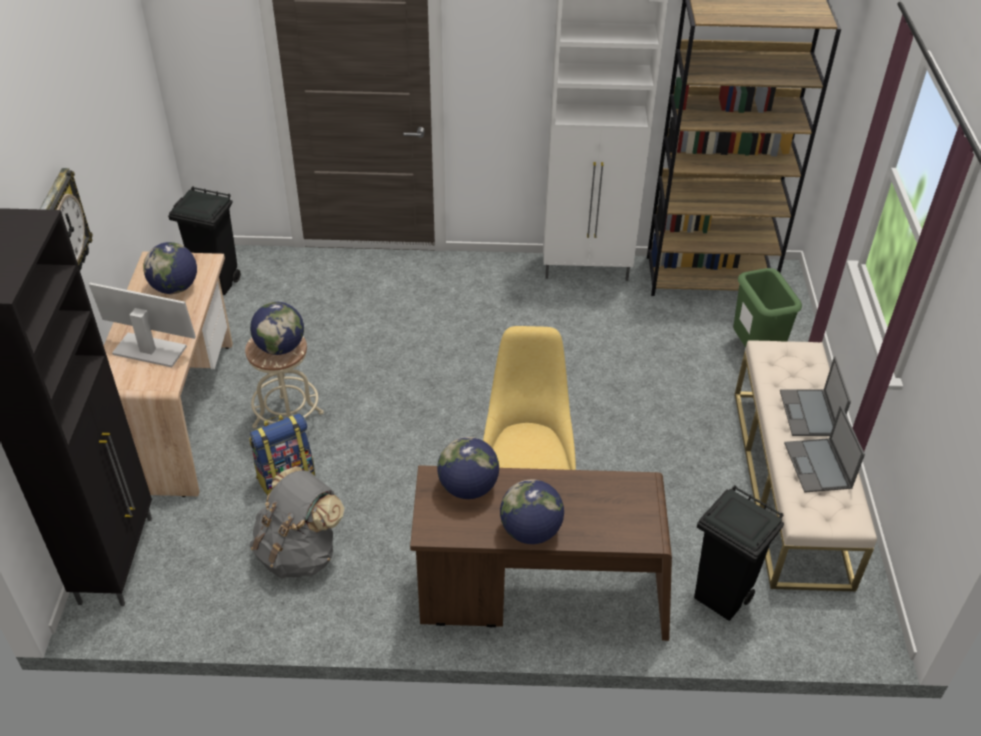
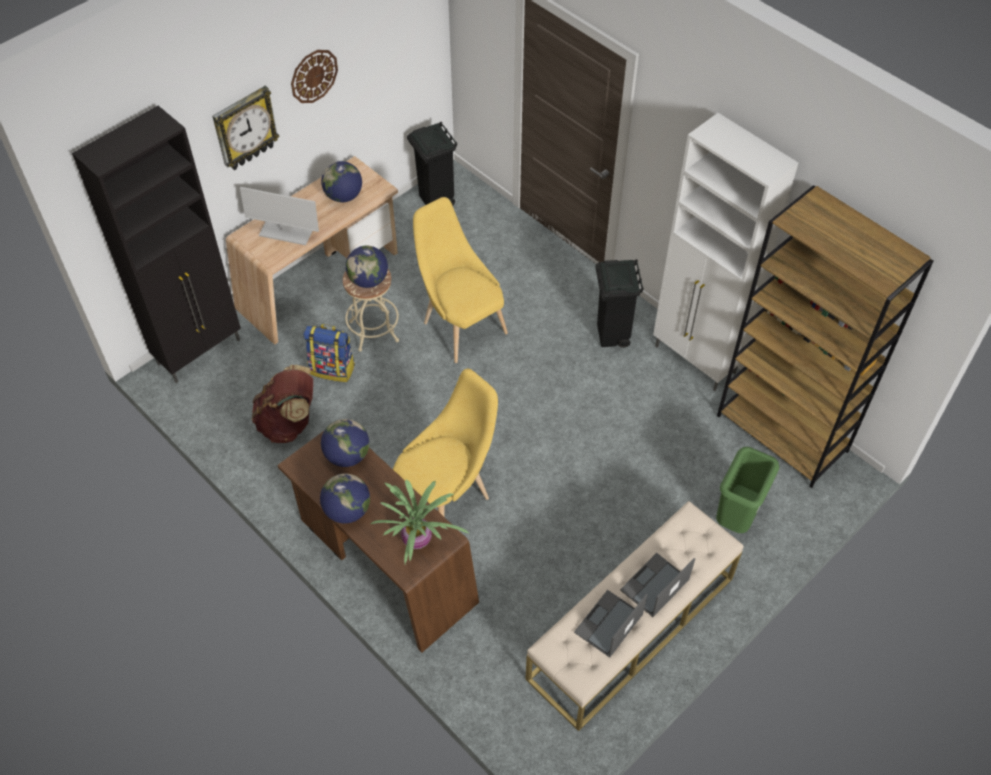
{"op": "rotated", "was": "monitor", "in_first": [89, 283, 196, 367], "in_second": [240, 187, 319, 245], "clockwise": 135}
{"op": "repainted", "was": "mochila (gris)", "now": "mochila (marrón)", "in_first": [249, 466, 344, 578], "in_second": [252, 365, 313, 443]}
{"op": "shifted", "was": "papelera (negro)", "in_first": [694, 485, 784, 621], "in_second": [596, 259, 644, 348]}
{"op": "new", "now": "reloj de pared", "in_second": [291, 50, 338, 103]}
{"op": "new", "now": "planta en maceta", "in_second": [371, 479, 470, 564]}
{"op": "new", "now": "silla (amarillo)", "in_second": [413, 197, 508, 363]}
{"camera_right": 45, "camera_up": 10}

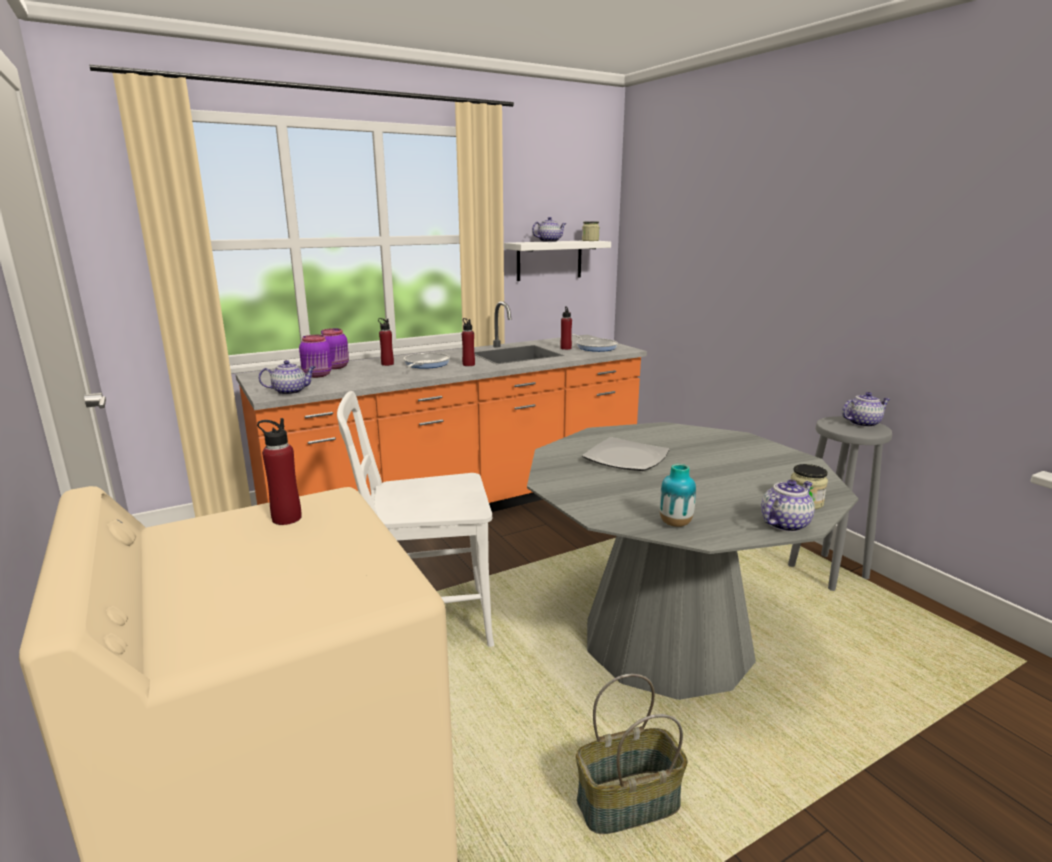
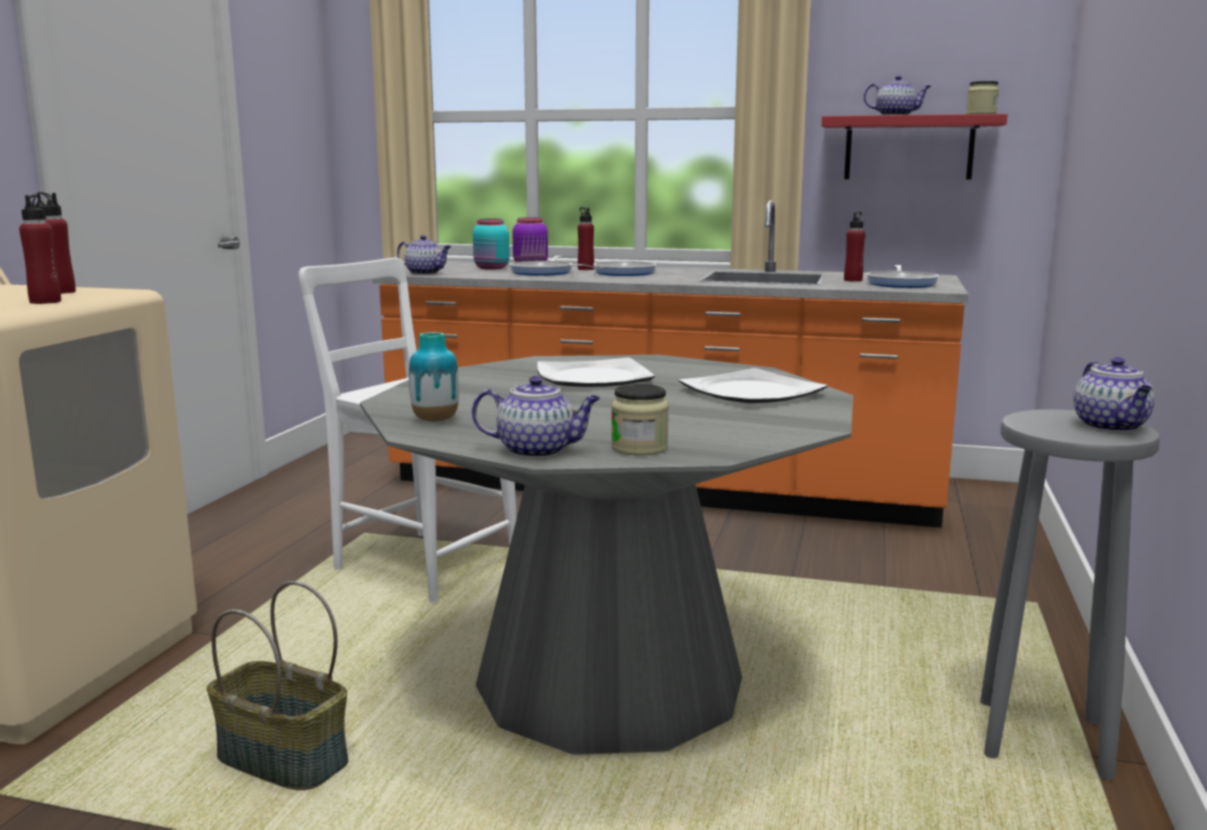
{"op": "repainted", "was": "tarro (morado)", "now": "tarro (turquesa)", "in_first": [299, 335, 332, 378], "in_second": [473, 219, 510, 270]}
{"op": "shifted", "was": "botella (rojo)", "in_first": [462, 318, 475, 366], "in_second": [19, 194, 61, 304]}
{"op": "repainted", "was": "estante (blanco)", "now": "estante (rojo)", "in_first": [504, 241, 611, 281], "in_second": [821, 114, 1008, 180]}
{"op": "rotated", "was": "tetera", "in_first": [842, 392, 890, 427], "in_second": [1074, 357, 1154, 432], "clockwise": 60}
{"op": "new", "now": "sartén", "in_second": [510, 256, 572, 276]}
{"op": "new", "now": "plato", "in_second": [679, 368, 828, 403]}
{"camera_right": 45, "camera_up": -5}

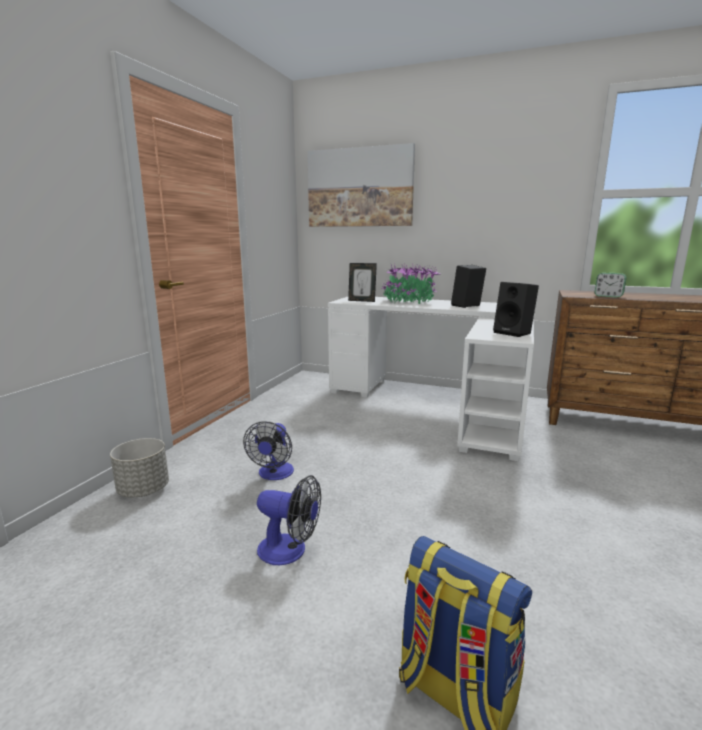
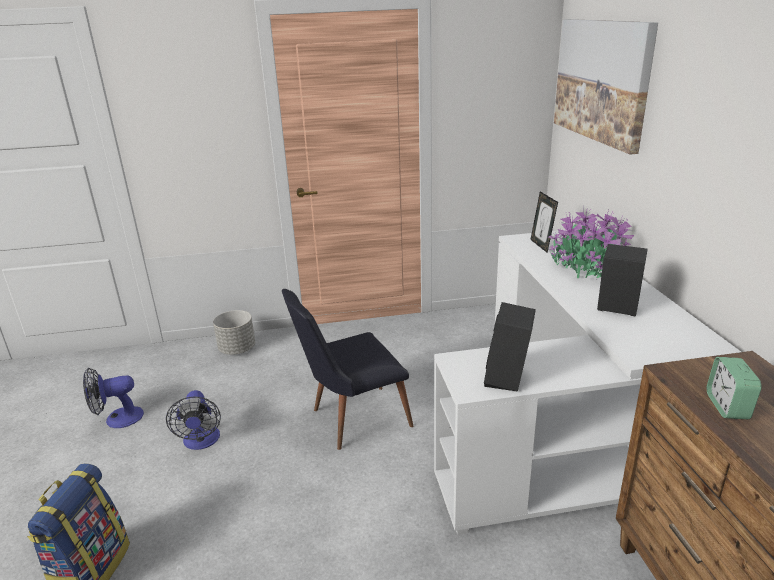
{"op": "shifted", "was": "ventilador", "in_first": [243, 421, 294, 480], "in_second": [83, 368, 144, 428]}
{"op": "new", "now": "silla (negro)", "in_second": [282, 289, 413, 450]}
{"camera_right": 60, "camera_up": 10}

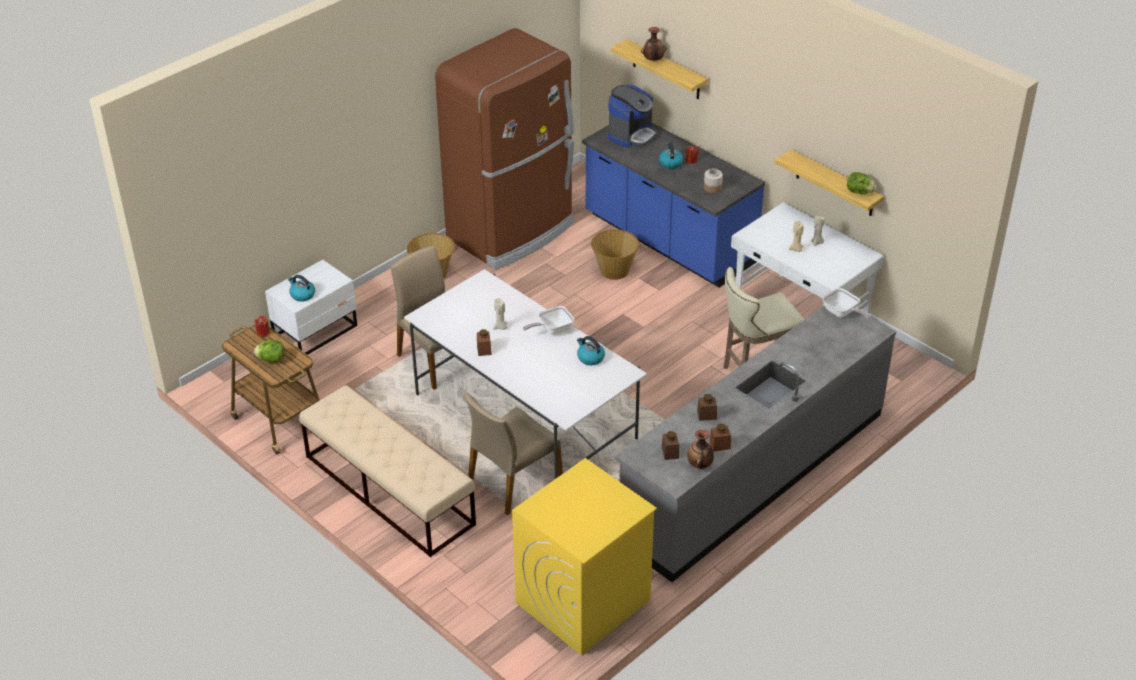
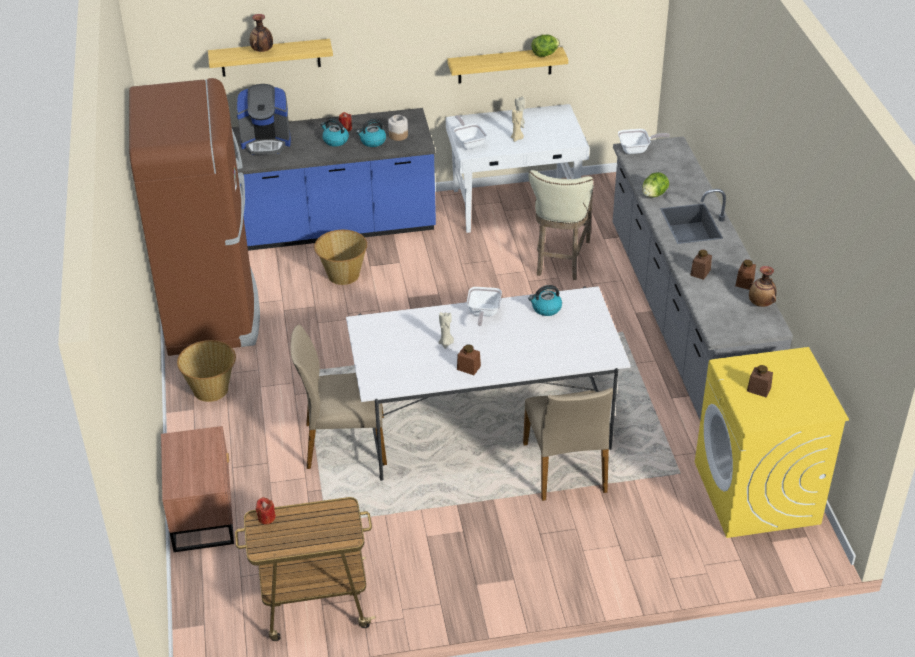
{"op": "shifted", "was": "lechuga", "in_first": [254, 340, 285, 363], "in_second": [642, 172, 669, 197]}
{"op": "repainted", "was": "mesita de noche (blanco)", "now": "mesita de noche (marrón)", "in_first": [265, 260, 357, 355], "in_second": [161, 426, 234, 552]}
{"op": "shifted", "was": "hervidor", "in_first": [288, 275, 315, 302], "in_second": [356, 119, 386, 147]}
{"op": "gone", "was": "banco (beis)", "in_first": [299, 385, 476, 557]}
{"op": "rotated", "was": "cafetera", "in_first": [608, 85, 657, 148], "in_second": [236, 84, 291, 155], "clockwise": 105}
{"op": "shifted", "was": "tarro (marrón)", "in_first": [662, 431, 679, 460], "in_second": [747, 365, 773, 397]}
{"op": "new", "now": "sartén", "in_second": [453, 115, 487, 149]}
{"camera_right": -55, "camera_up": 0}

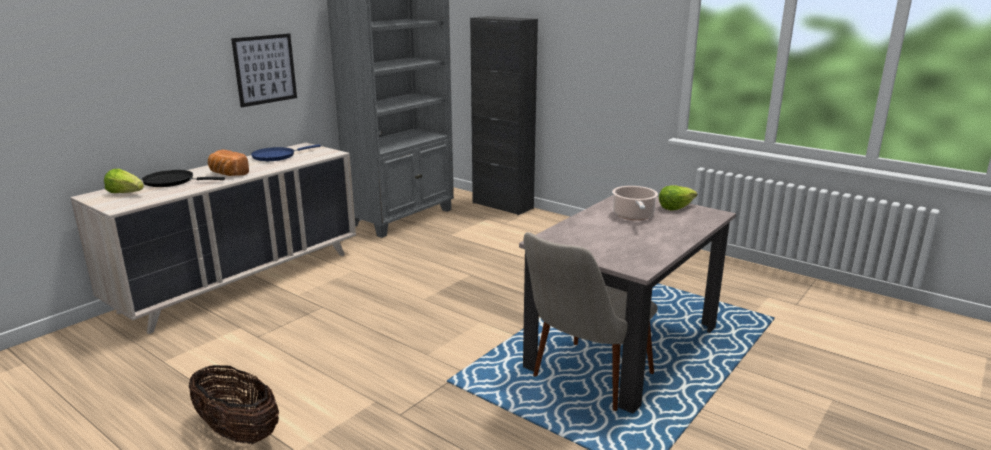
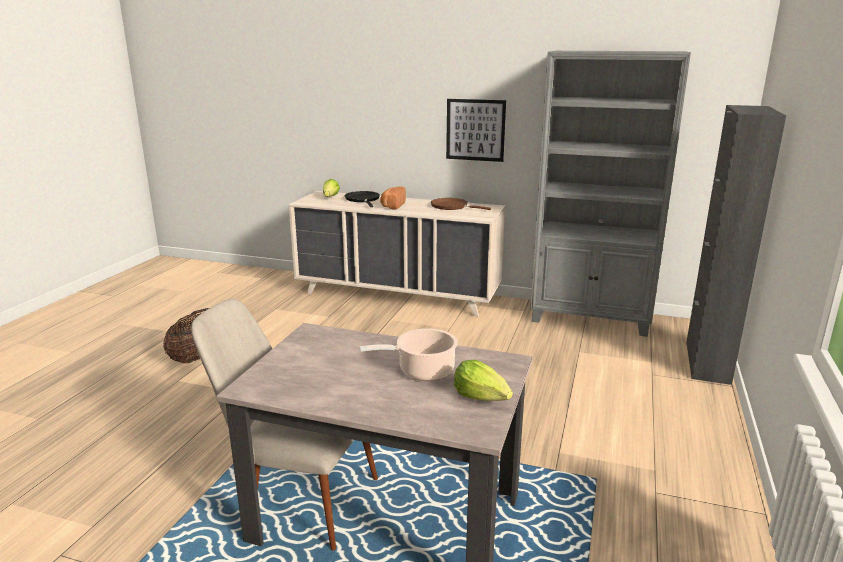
{"op": "repainted", "was": "sartén (azul)", "now": "sartén (marrón)", "in_first": [251, 144, 321, 161], "in_second": [431, 198, 491, 210]}
{"camera_right": 70, "camera_up": 0}

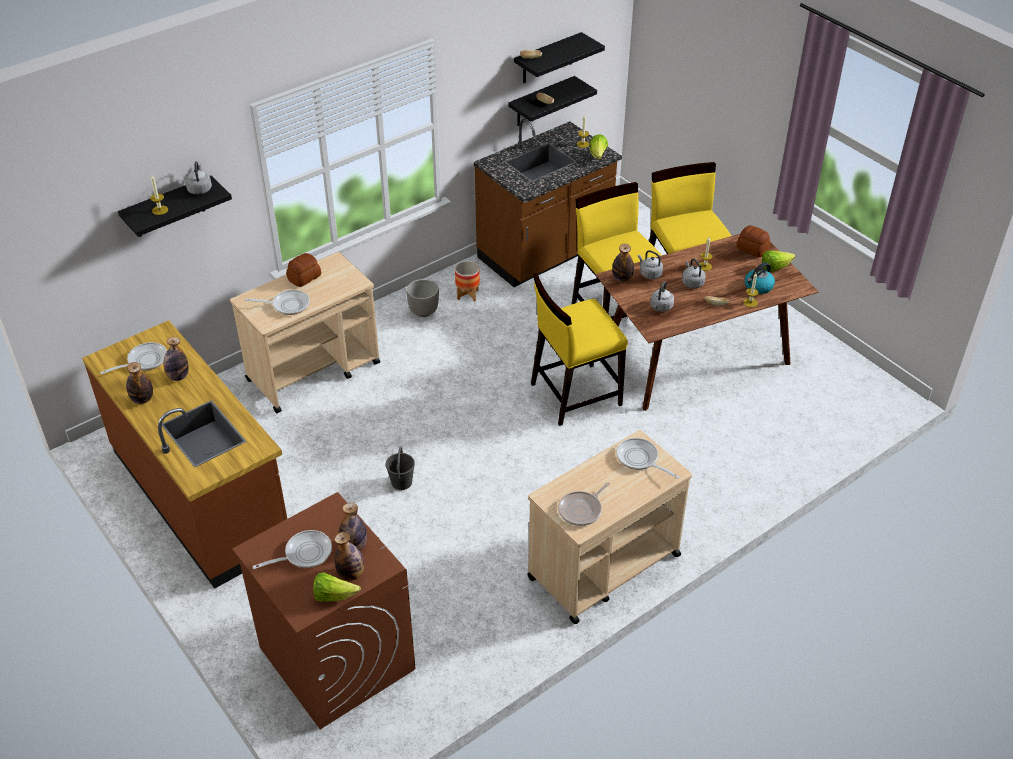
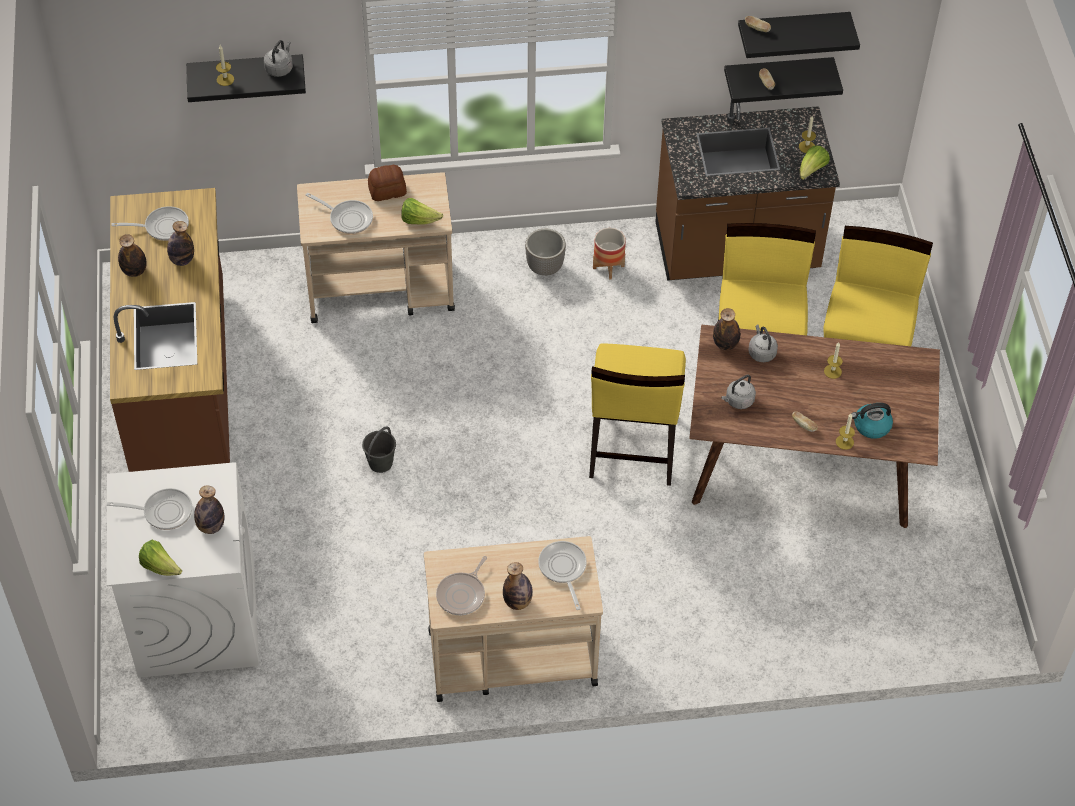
{"op": "repainted", "was": "lavadora (marrón)", "now": "lavadora (blanco)", "in_first": [232, 492, 415, 729], "in_second": [107, 462, 259, 678]}
{"op": "shifted", "was": "botella", "in_first": [334, 532, 364, 581], "in_second": [503, 562, 533, 610]}
{"op": "rotated", "was": "silla (amarillo)", "in_first": [531, 273, 628, 426], "in_second": [589, 343, 686, 486], "clockwise": -90}
{"op": "rotated", "was": "sartén", "in_first": [558, 483, 610, 526], "in_second": [436, 556, 487, 615], "clockwise": -45}
{"op": "gone", "was": "hervidor (gris)", "in_first": [682, 259, 706, 288]}
{"op": "gone", "was": "pan", "in_first": [737, 226, 770, 257]}
{"op": "shifted", "was": "lechuga", "in_first": [762, 251, 795, 272], "in_second": [402, 198, 443, 225]}
{"camera_right": 30, "camera_up": 10}

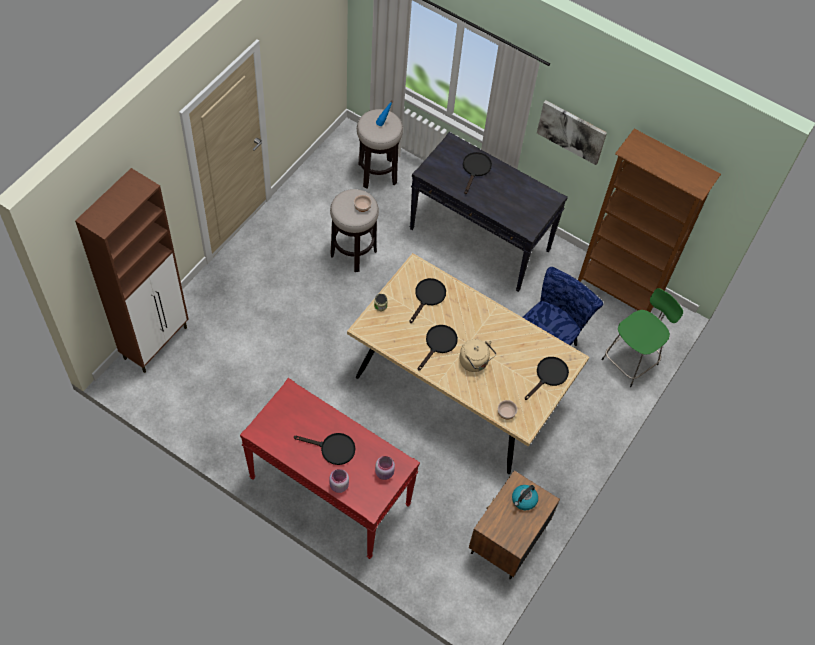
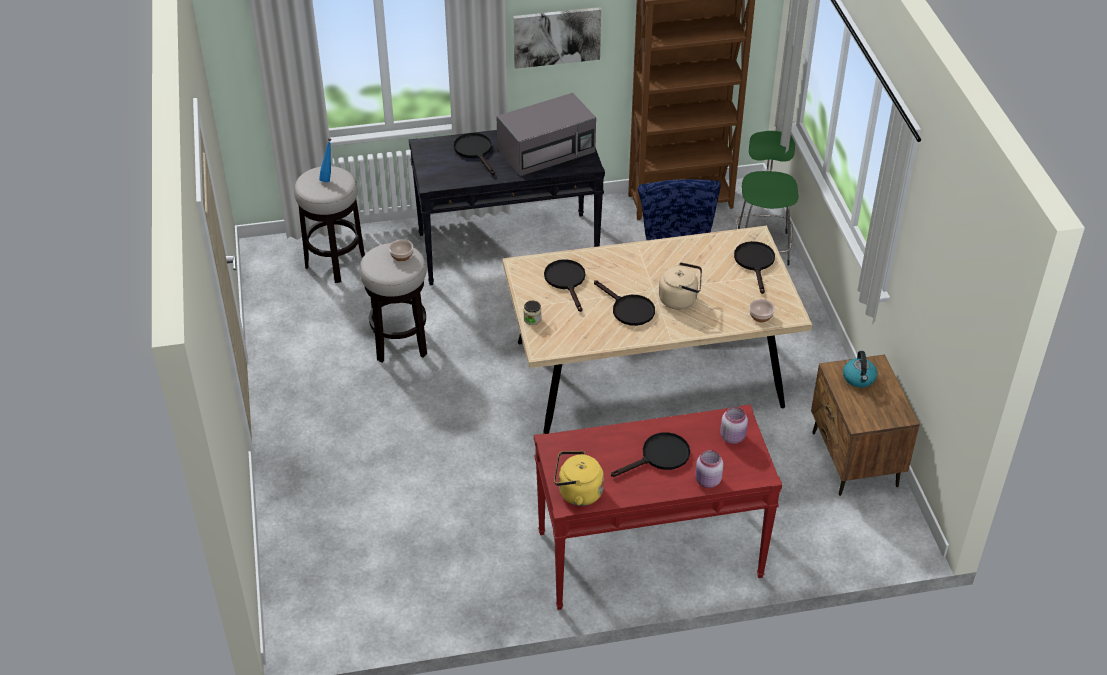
{"op": "gone", "was": "armario (marrón)", "in_first": [75, 168, 189, 373]}
{"op": "rotated", "was": "sartén (negro)", "in_first": [418, 325, 458, 371], "in_second": [594, 280, 655, 326], "clockwise": 150}
{"op": "new", "now": "microondas (gris)", "in_second": [496, 93, 596, 176]}
{"op": "new", "now": "hervidor (amarillo)", "in_second": [554, 451, 604, 506]}
{"camera_right": -40, "camera_up": -15}

